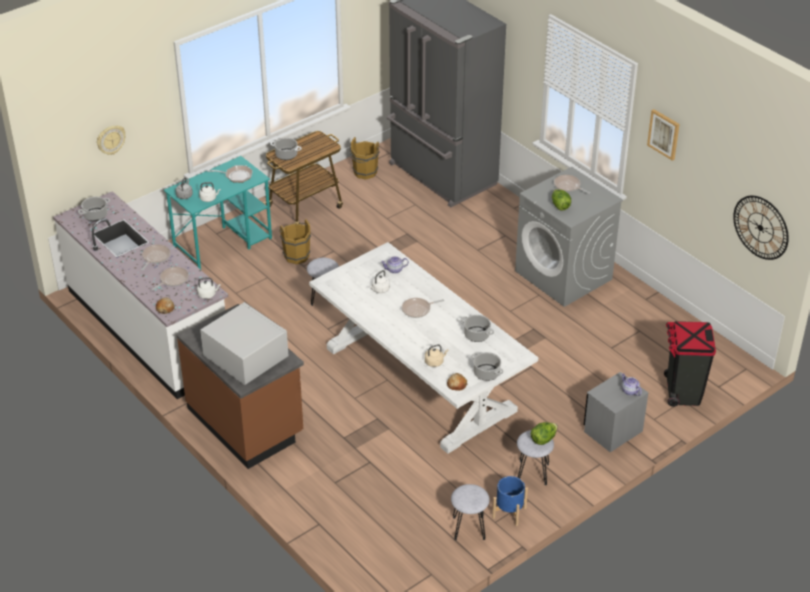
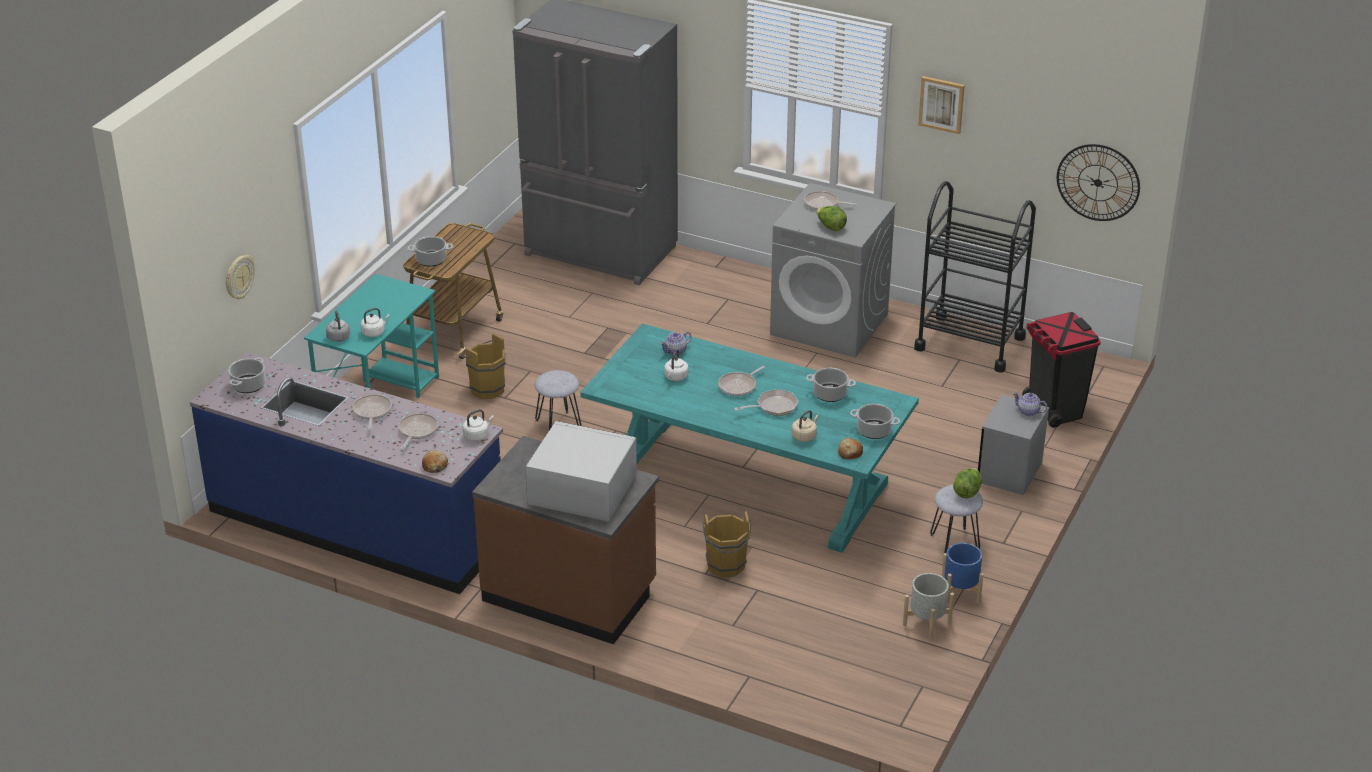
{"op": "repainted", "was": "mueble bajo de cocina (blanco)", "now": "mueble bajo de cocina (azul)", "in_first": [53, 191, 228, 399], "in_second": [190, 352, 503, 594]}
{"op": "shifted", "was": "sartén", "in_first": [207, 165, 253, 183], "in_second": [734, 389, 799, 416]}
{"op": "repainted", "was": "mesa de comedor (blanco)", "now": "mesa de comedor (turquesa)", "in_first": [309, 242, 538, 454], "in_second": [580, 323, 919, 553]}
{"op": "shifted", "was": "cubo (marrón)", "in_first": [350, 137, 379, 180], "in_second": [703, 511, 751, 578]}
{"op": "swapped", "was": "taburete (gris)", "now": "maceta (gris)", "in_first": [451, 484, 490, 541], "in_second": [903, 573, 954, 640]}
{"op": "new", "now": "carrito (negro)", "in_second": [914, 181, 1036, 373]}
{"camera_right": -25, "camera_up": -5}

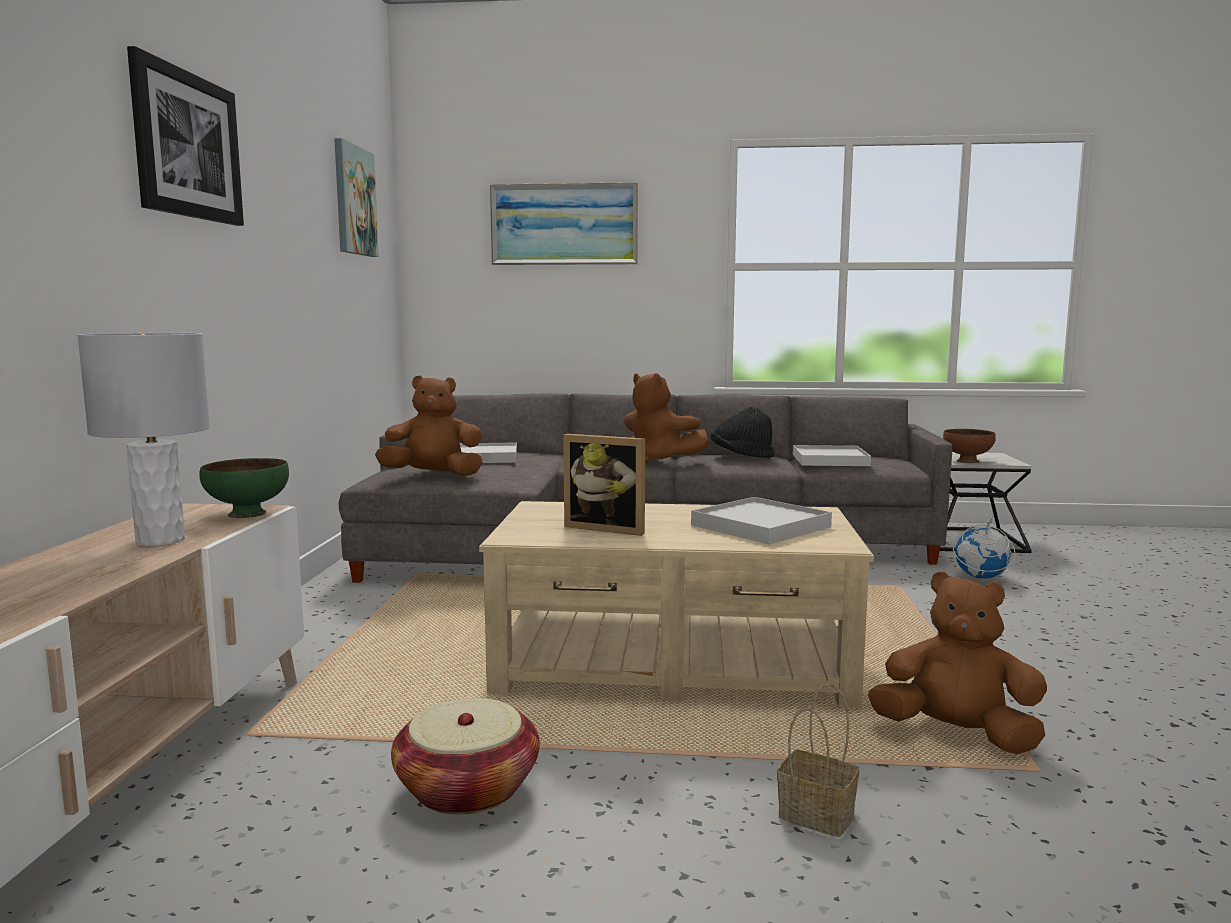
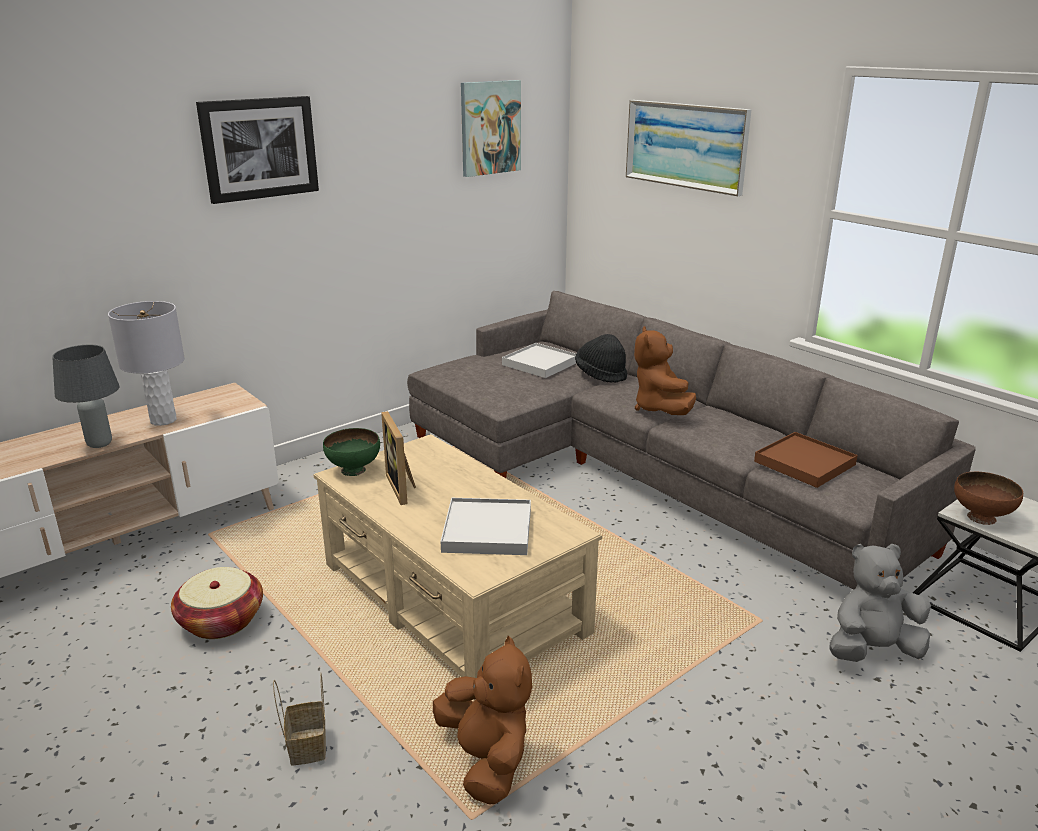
{"op": "shifted", "was": "cuenco (verde)", "in_first": [199, 458, 289, 518], "in_second": [323, 428, 380, 476]}
{"op": "gone", "was": "peluche (marrón)", "in_first": [375, 375, 483, 476]}
{"op": "shifted", "was": "sombrero (negro)", "in_first": [711, 407, 774, 458], "in_second": [575, 334, 627, 383]}
{"op": "repainted", "was": "bandeja (blanco)", "now": "bandeja (marrón)", "in_first": [793, 445, 871, 466], "in_second": [754, 432, 858, 488]}
{"op": "swapped", "was": "globo terráqueo", "now": "peluche (gris)", "in_first": [953, 515, 1016, 579], "in_second": [829, 544, 931, 662]}
{"op": "new", "now": "lámpara de mesa (gris)", "in_second": [52, 345, 119, 448]}
{"camera_right": 45, "camera_up": 15}

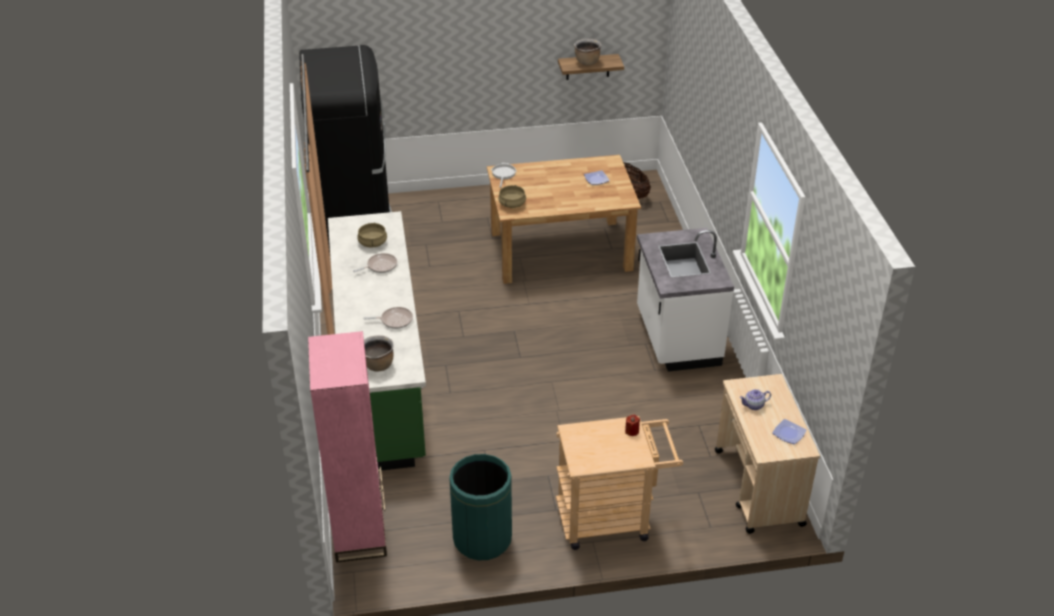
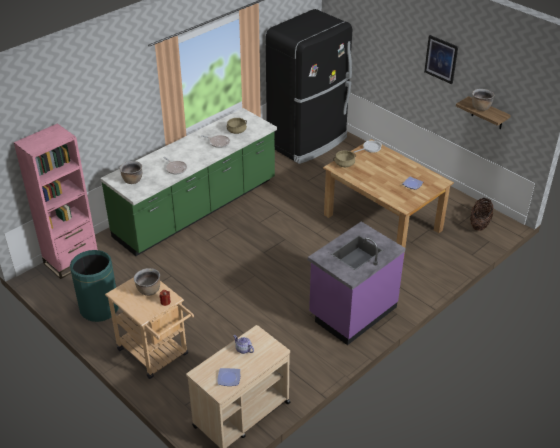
{"op": "repainted", "was": "mueble bajo de cocina (blanco)", "now": "mueble bajo de cocina (morado)", "in_first": [637, 228, 734, 372], "in_second": [308, 222, 406, 345]}
{"op": "new", "now": "olla (marrón)", "in_second": [134, 268, 160, 296]}
{"op": "new", "now": "cuadro", "in_second": [424, 35, 458, 84]}
{"camera_right": 55, "camera_up": 0}

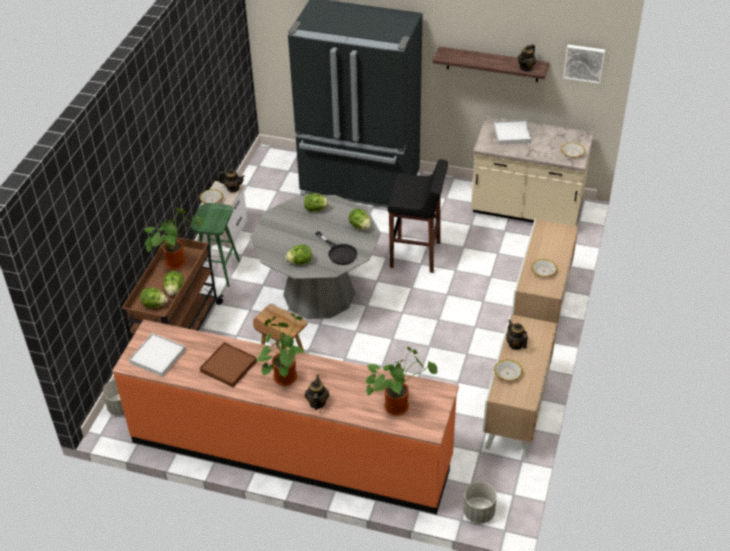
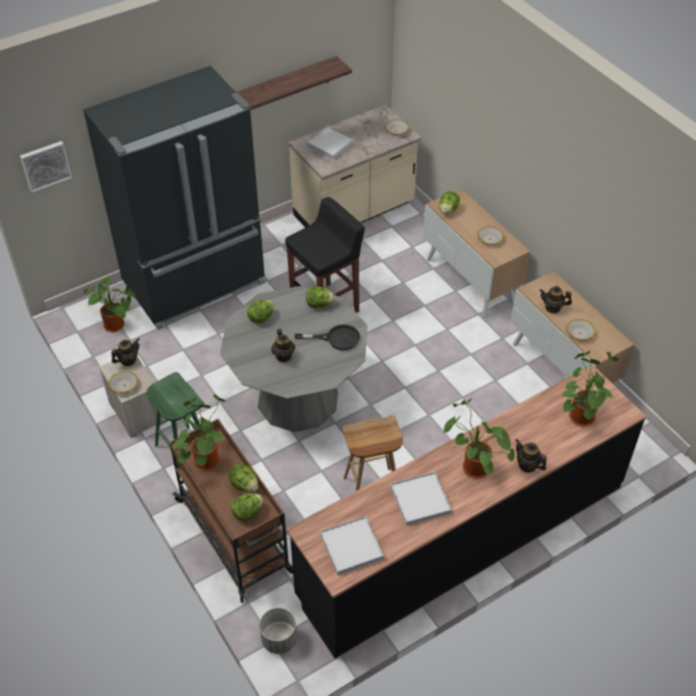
{"op": "repainted", "was": "mueble bajo de cocina (naranja)", "now": "mueble bajo de cocina (negro)", "in_first": [112, 320, 459, 514], "in_second": [286, 364, 646, 658]}
{"op": "repainted", "was": "bandeja (marrón)", "now": "bandeja (blanco)", "in_first": [200, 342, 257, 387], "in_second": [391, 472, 452, 526]}
{"op": "shifted", "was": "lechuga", "in_first": [285, 245, 312, 264], "in_second": [439, 191, 460, 214]}
{"op": "gone", "was": "maceta (gris)", "in_first": [463, 482, 497, 523]}
{"op": "shifted", "was": "tetera", "in_first": [518, 44, 536, 72], "in_second": [271, 329, 295, 362]}
{"op": "shifted", "was": "cuadro", "in_first": [563, 45, 605, 84], "in_second": [20, 141, 72, 193]}
{"op": "new", "now": "planta en maceta", "in_second": [84, 278, 136, 332]}
{"camera_right": -50, "camera_up": 5}

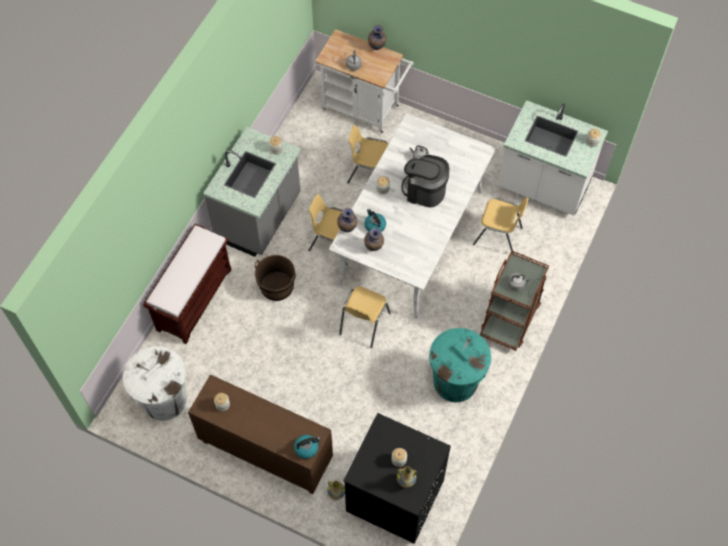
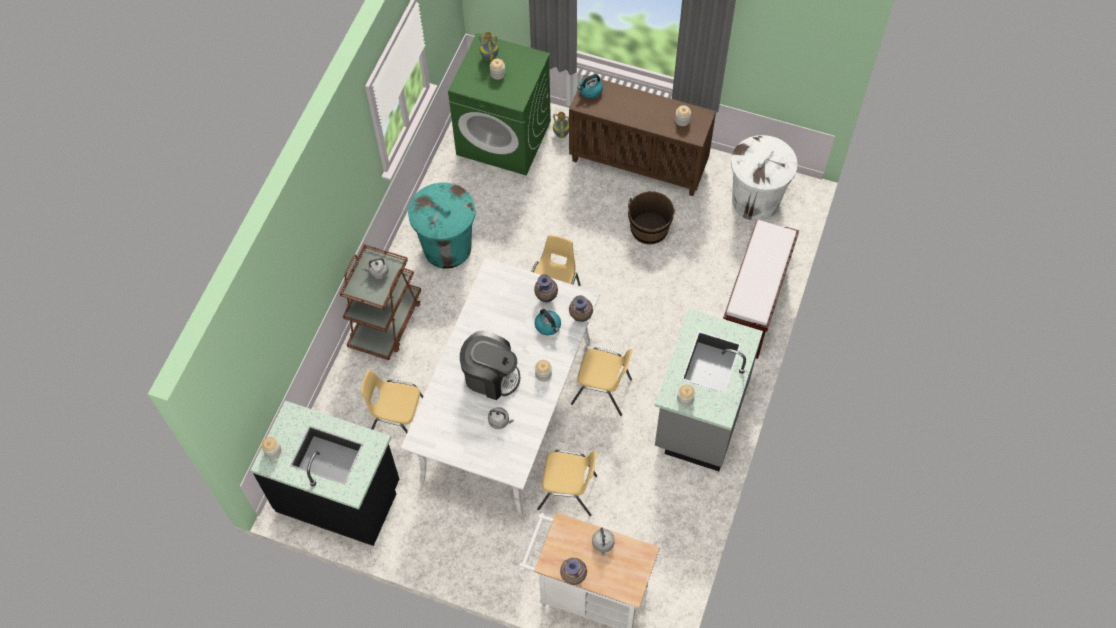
{"op": "shifted", "was": "cubo (marrón)", "in_first": [254, 255, 296, 301], "in_second": [628, 191, 675, 245]}
{"op": "repainted", "was": "lavadora (negro)", "now": "lavadora (verde)", "in_first": [343, 413, 451, 544], "in_second": [448, 33, 551, 176]}
{"op": "repainted", "was": "mueble bajo de cocina (blanco)", "now": "mueble bajo de cocina (negro)", "in_first": [498, 100, 608, 216], "in_second": [250, 401, 399, 546]}
{"camera_right": 175, "camera_up": 0}

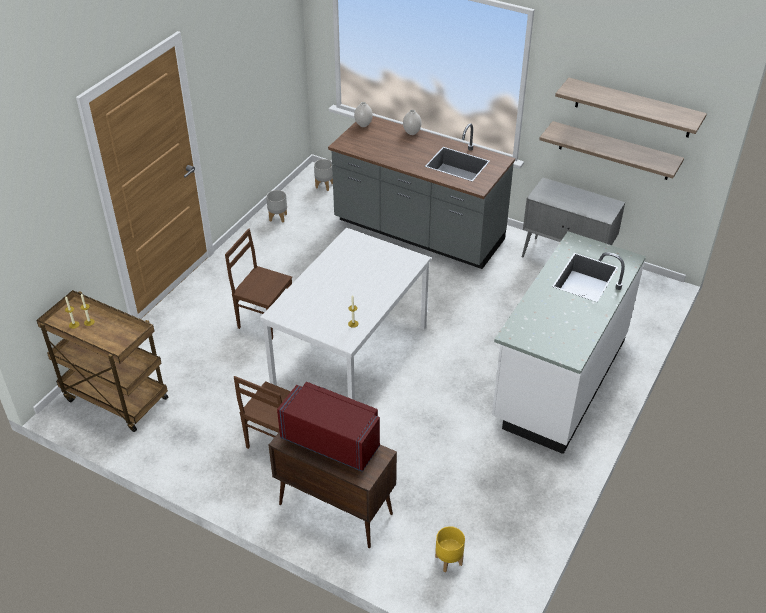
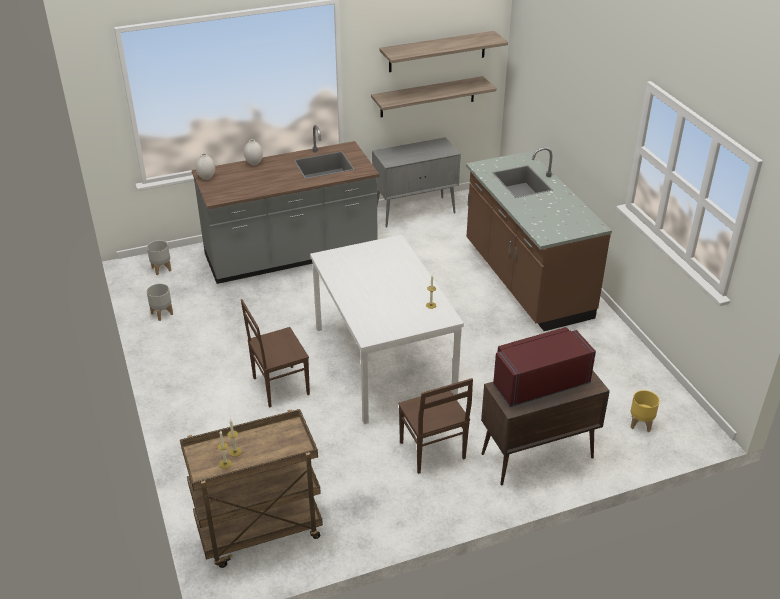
{"op": "repainted", "was": "mueble bajo de cocina (blanco)", "now": "mueble bajo de cocina (marrón)", "in_first": [492, 231, 646, 454], "in_second": [466, 147, 612, 331]}
{"camera_right": -50, "camera_up": -5}

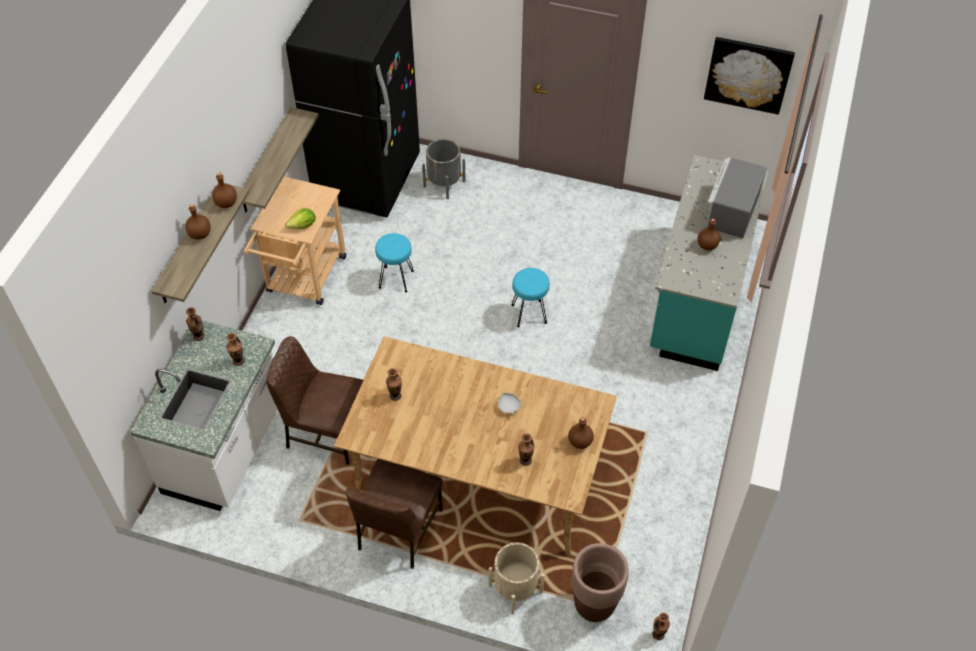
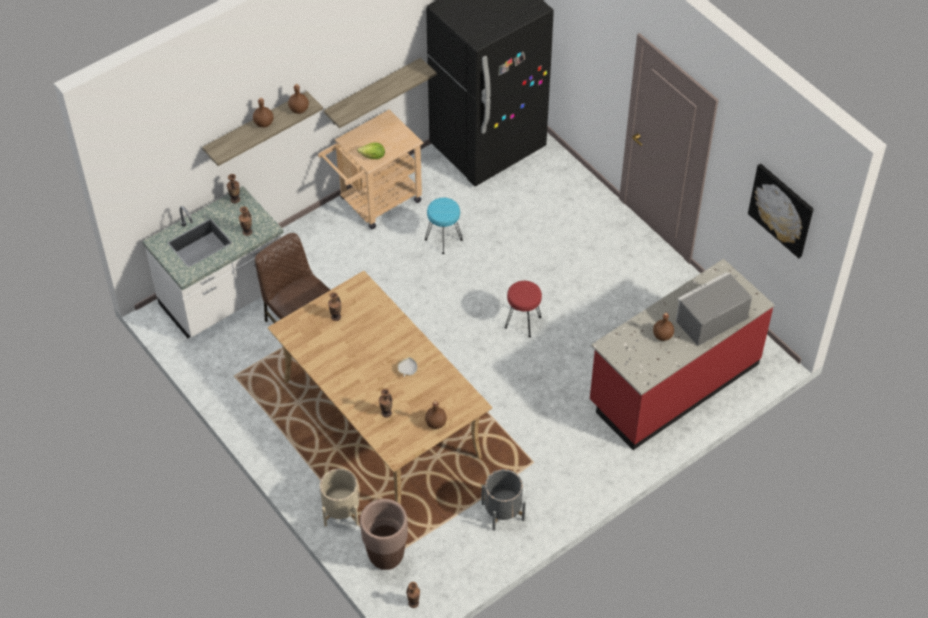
{"op": "gone", "was": "silla (marrón)", "in_first": [346, 459, 443, 569]}
{"op": "shifted", "was": "maceta (gris)", "in_first": [422, 139, 466, 199], "in_second": [481, 469, 526, 531]}
{"op": "repainted", "was": "taburete (turquesa)", "now": "taburete (rojo)", "in_first": [512, 268, 550, 327], "in_second": [505, 281, 542, 337]}
{"op": "repainted", "was": "mueble bajo de cocina (turquesa)", "now": "mueble bajo de cocina (rojo)", "in_first": [650, 155, 769, 371], "in_second": [590, 259, 774, 450]}
{"camera_right": 35, "camera_up": 0}

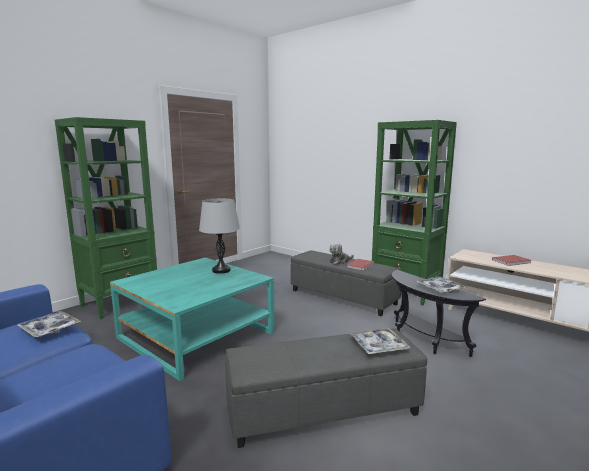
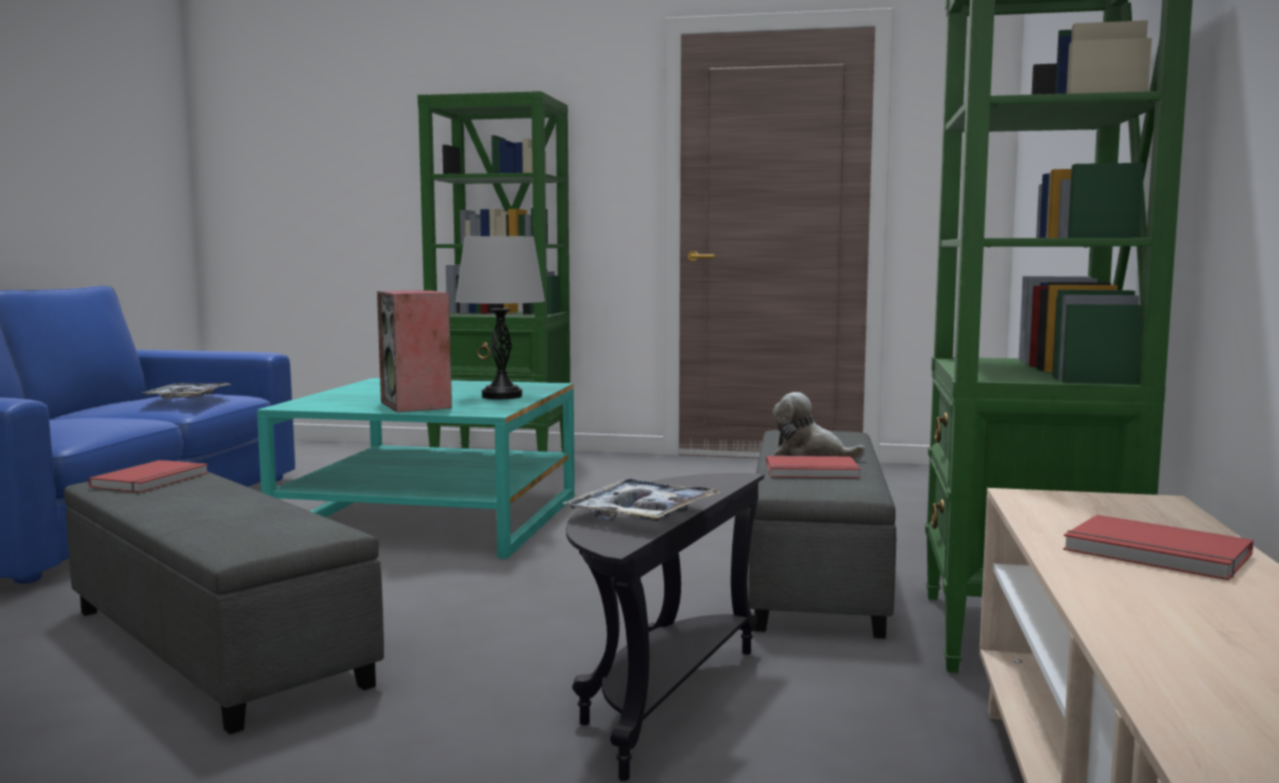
{"op": "gone", "was": "bandeja", "in_first": [351, 328, 410, 354]}
{"op": "new", "now": "libro (rojo)", "in_second": [88, 460, 209, 492]}
{"op": "new", "now": "altavoz", "in_second": [377, 290, 452, 412]}
{"camera_right": 60, "camera_up": -5}

